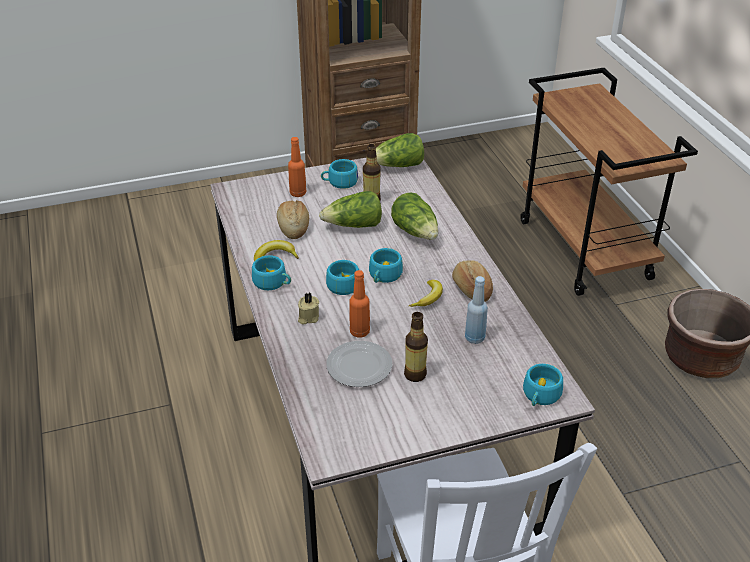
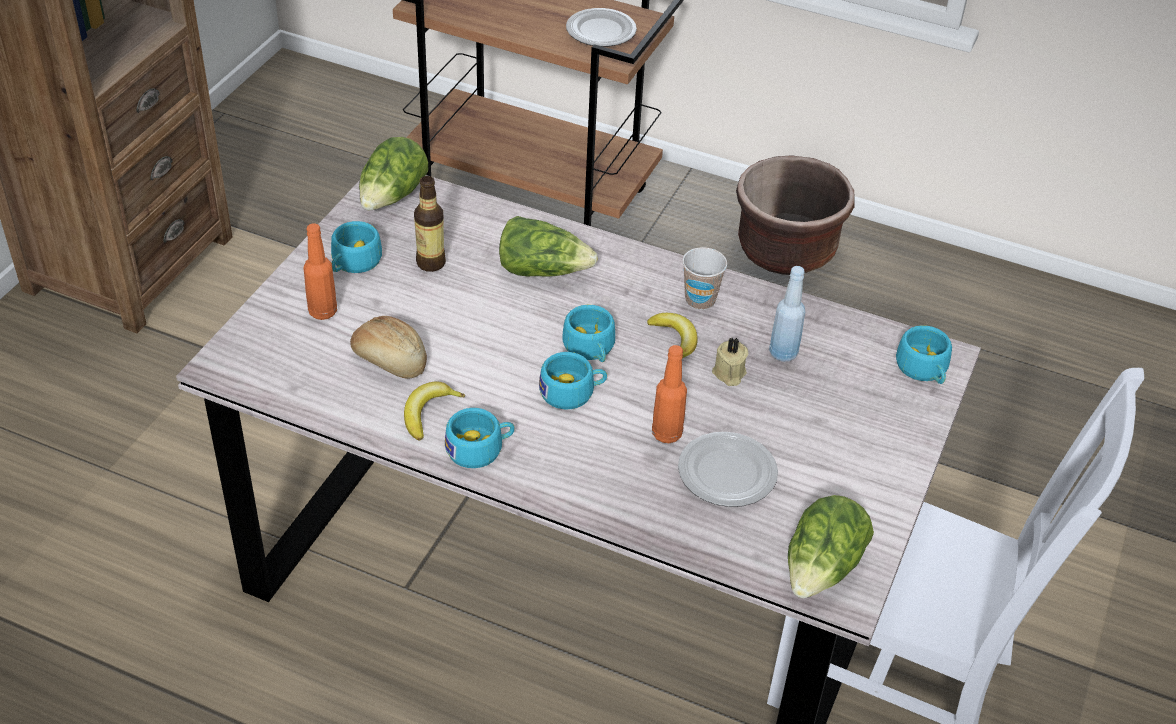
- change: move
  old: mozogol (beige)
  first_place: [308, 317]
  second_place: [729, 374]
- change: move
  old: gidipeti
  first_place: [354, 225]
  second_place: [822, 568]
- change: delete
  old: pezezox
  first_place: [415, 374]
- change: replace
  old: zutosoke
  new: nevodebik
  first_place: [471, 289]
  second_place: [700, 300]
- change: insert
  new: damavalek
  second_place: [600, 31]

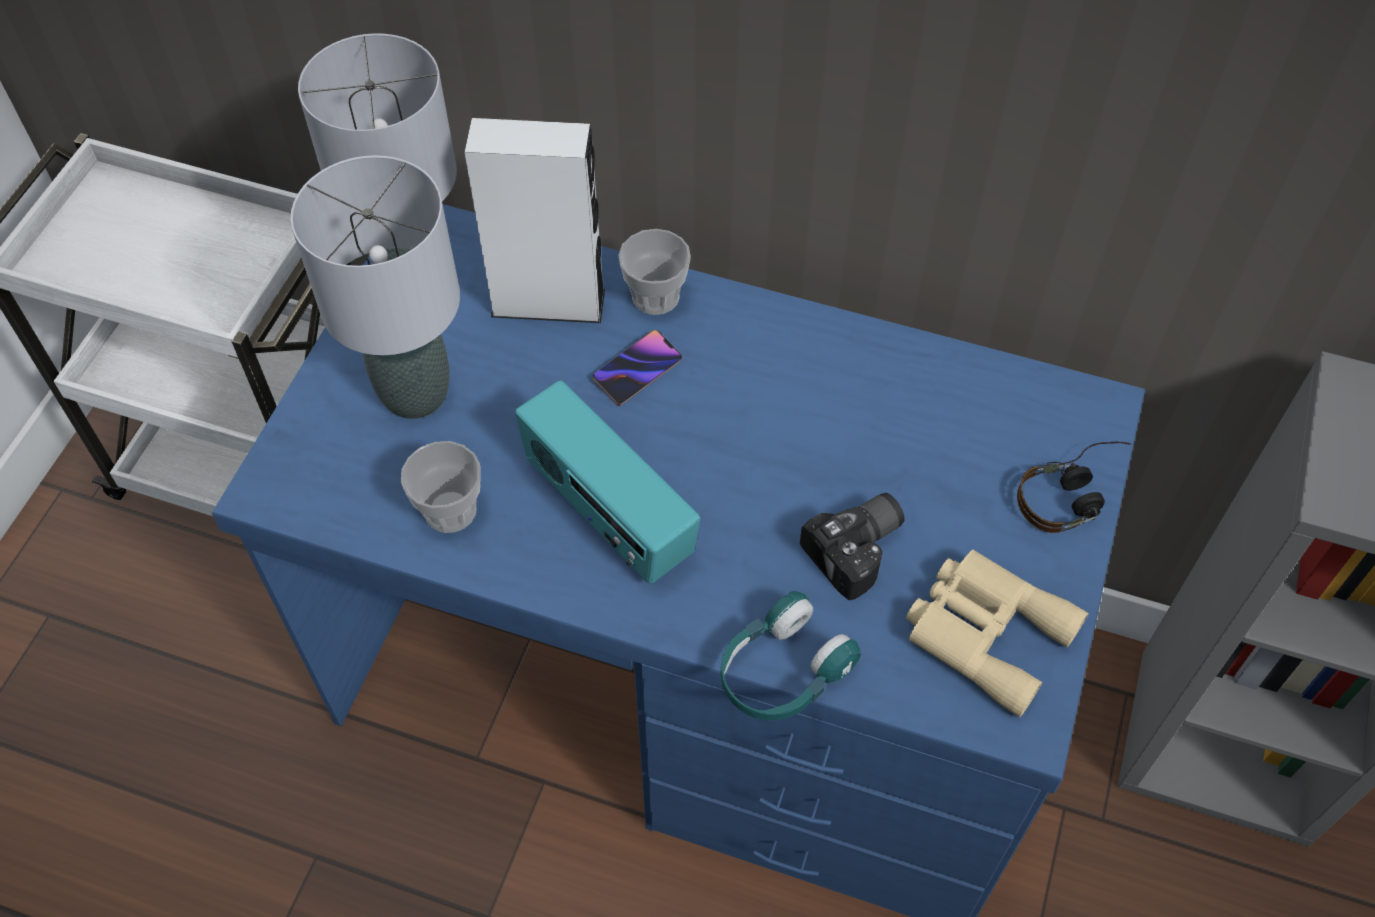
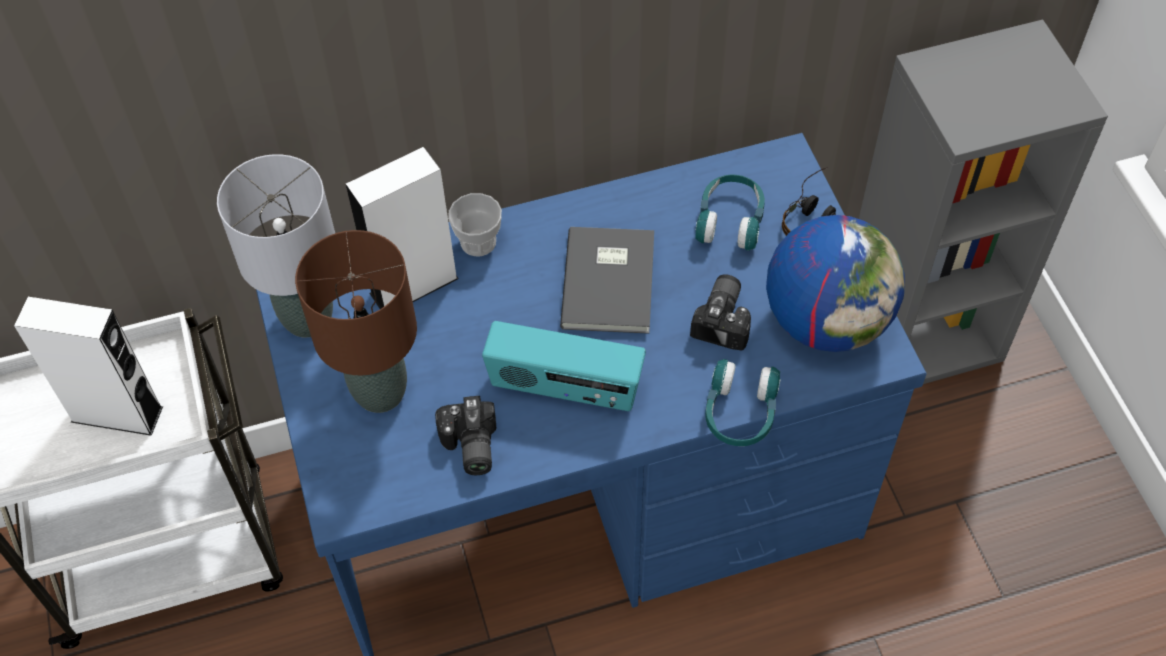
- change: recolor
  old: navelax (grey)
  new: navelax (brown)
  first_place: [416, 393]
  second_place: [381, 391]
- change: replace
  old: nevodebik
  new: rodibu
  first_place: [450, 510]
  second_place: [468, 447]
- change: delete
  old: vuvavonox
  first_place: [637, 370]
- change: replace
  old: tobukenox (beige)
  new: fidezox
  first_place: [984, 631]
  second_place: [827, 320]
- change: insert
  new: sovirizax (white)
  second_place: [117, 414]
- change: insert
  new: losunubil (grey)
  second_place: [612, 281]
- change: insert
  new: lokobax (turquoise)
  second_place: [730, 221]

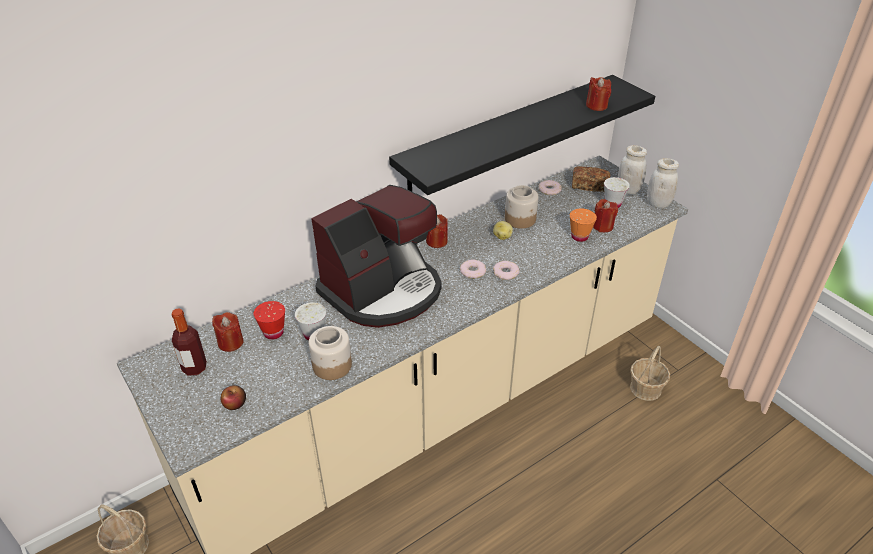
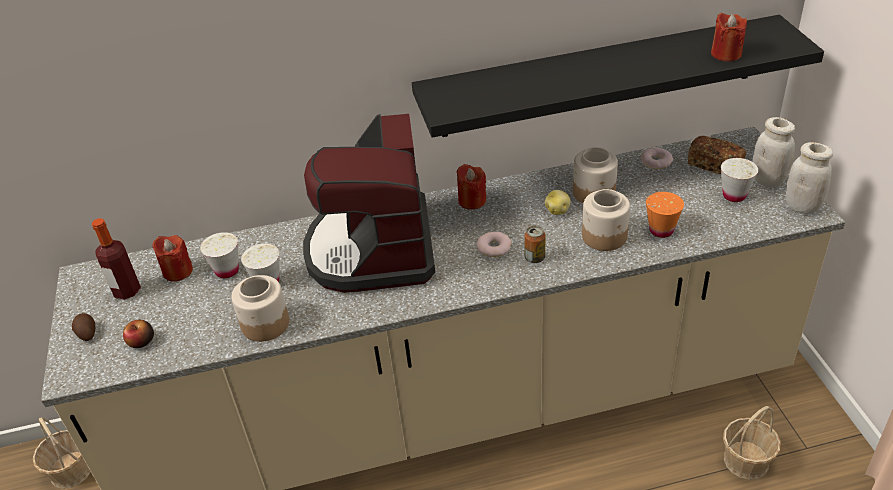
- change: recolor
  old: nevodebik (red)
  new: nevodebik (white)
  first_place: [273, 333]
  second_place: [227, 271]
- change: rotate
  old: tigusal
  first_place: [383, 291]
  second_place: [373, 249]
  degrees: 105
- change: replace
  old: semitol
  new: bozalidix
  first_place: [506, 273]
  second_place: [534, 258]
- change: delete
  old: mozogol (red)
  first_place: [602, 226]
- change: insert
  new: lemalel
  second_place: [87, 333]
- change: insert
  new: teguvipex
  second_place: [605, 236]

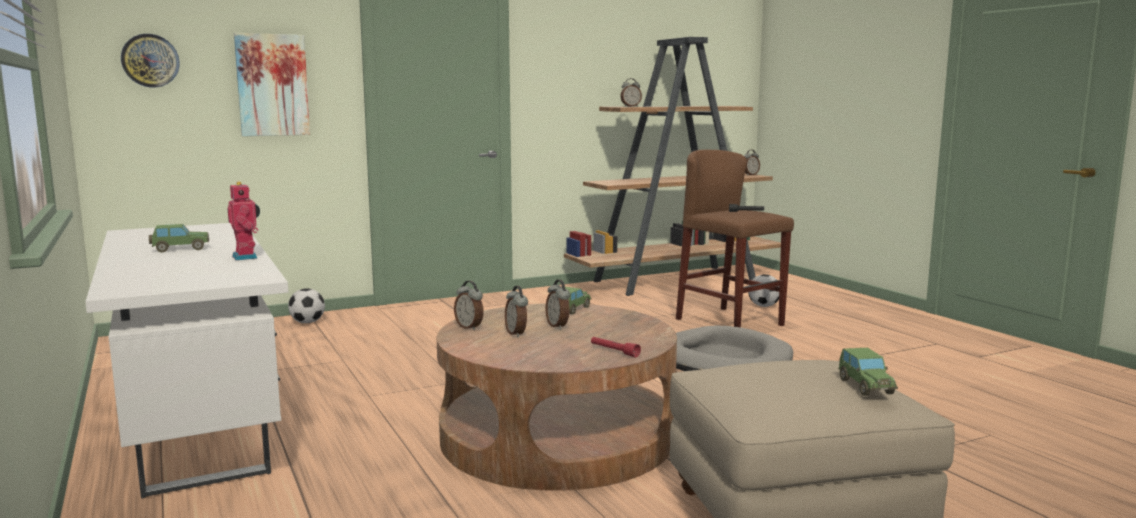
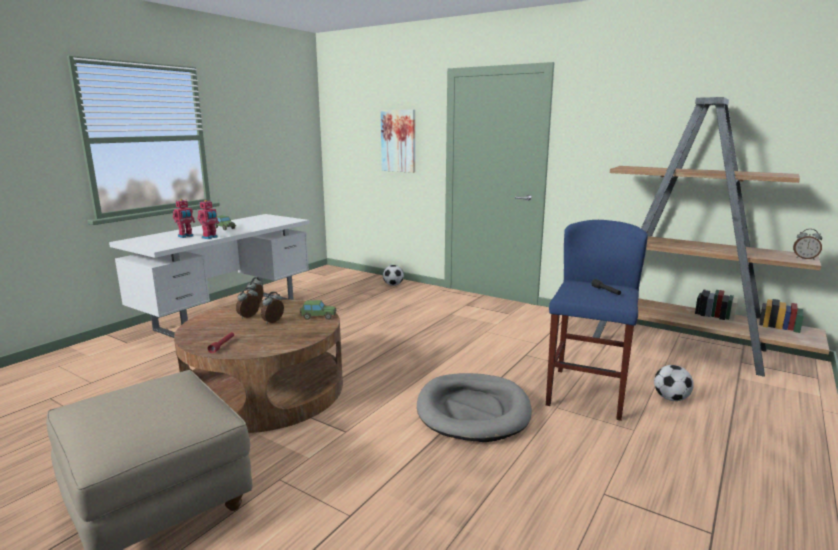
- change: delete
  old: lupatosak
  first_place: [150, 60]
- change: delete
  old: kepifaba
  first_place: [630, 106]
- change: recolor
  old: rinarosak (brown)
  new: rinarosak (blue)
  first_place: [729, 322]
  second_place: [587, 393]
- change: delete
  old: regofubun
  first_place: [865, 386]
- change: insert
  new: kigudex
  second_place: [186, 236]

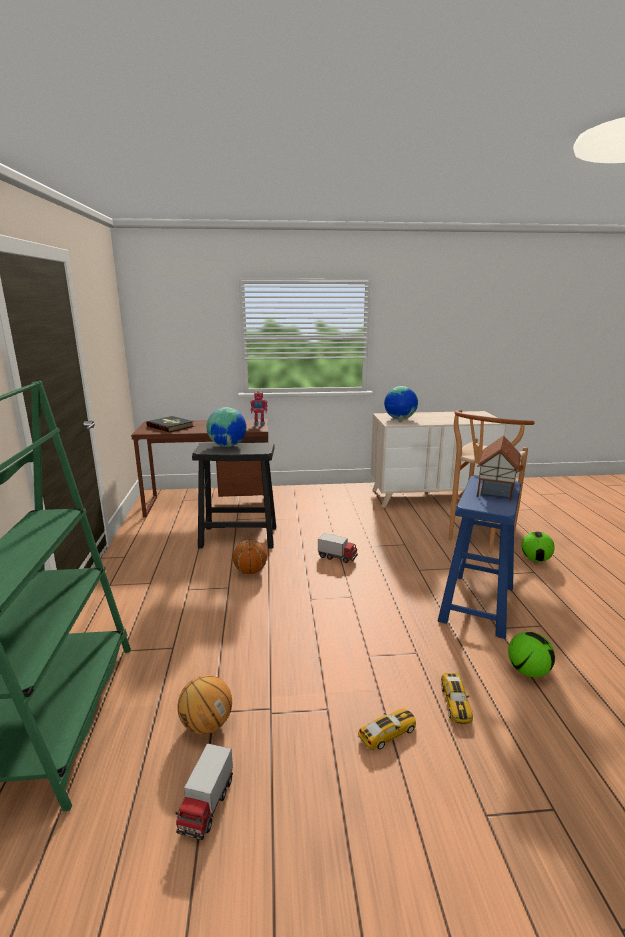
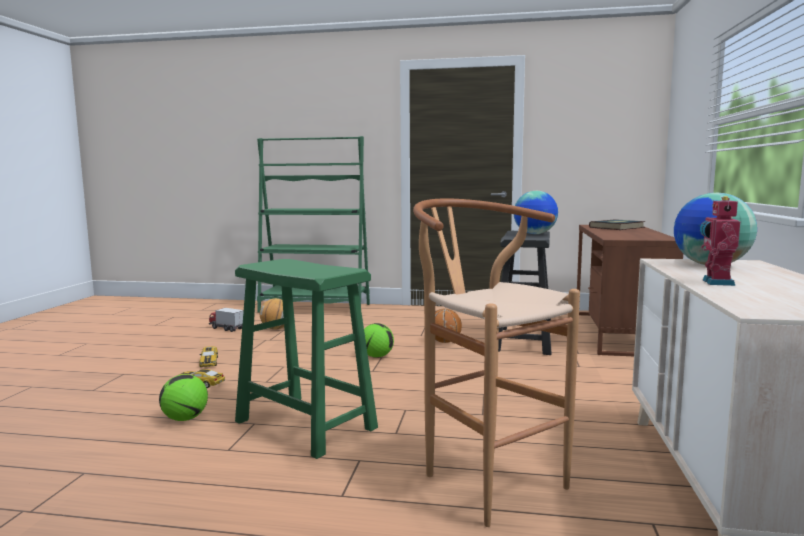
- change: move
  old: kigudex
  first_place: [259, 424]
  second_place: [715, 282]
- change: delete
  old: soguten
  first_place: [337, 557]
- change: recolor
  old: rinarosak (blue)
  new: rinarosak (green)
  first_place: [477, 604]
  second_place: [305, 424]
- change: delete
  old: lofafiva
  first_place: [494, 490]
- change: move
  old: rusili
  first_place: [535, 559]
  second_place: [377, 356]

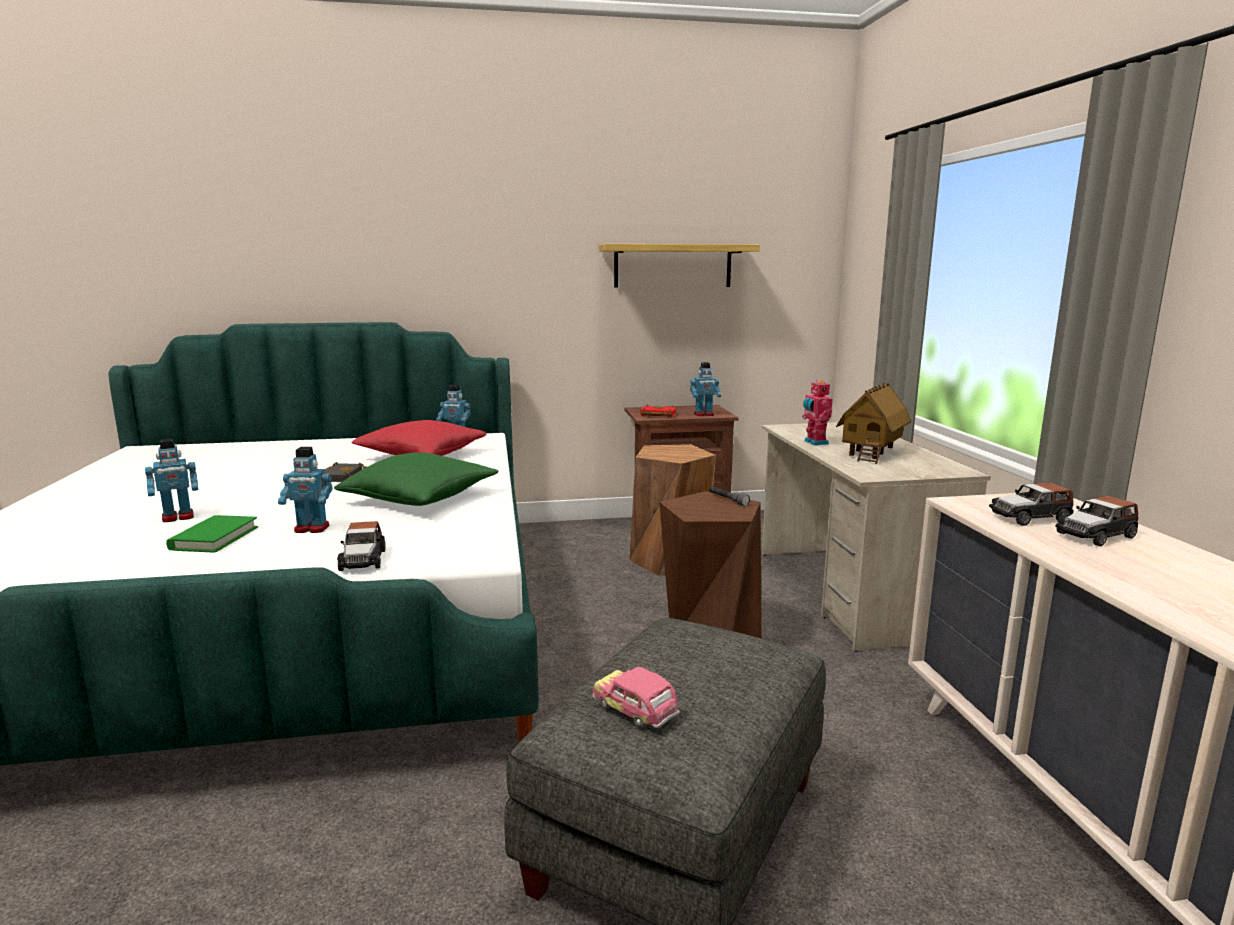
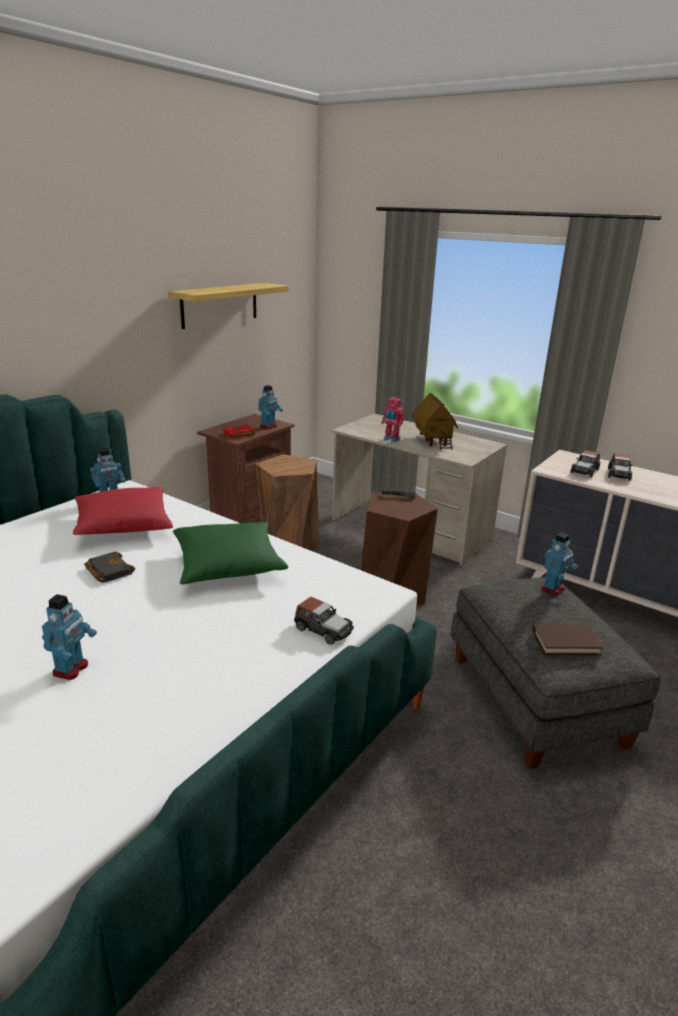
- change: delete
  old: losunubil (green)
  first_place: [214, 538]
- change: move
  old: kigudex
  first_place: [311, 529]
  second_place: [553, 589]
- change: replace
  old: regofubun
  new: losunubil (brown)
  first_place: [635, 711]
  second_place: [566, 642]

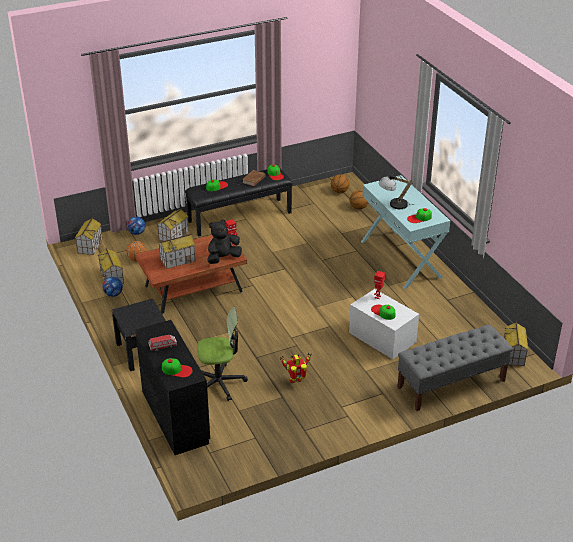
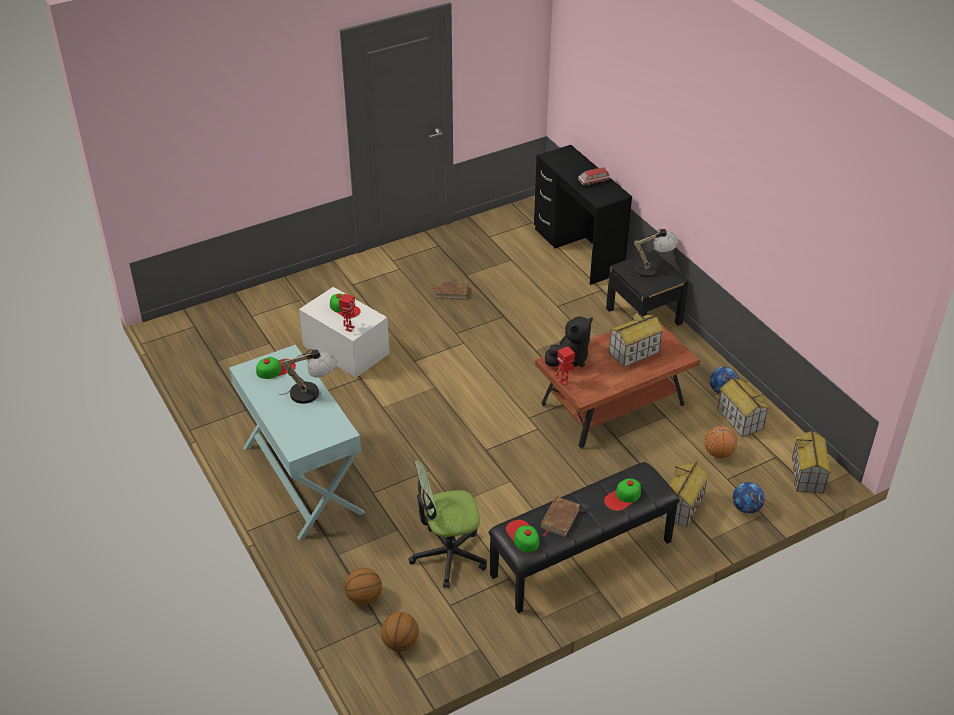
- change: delete
  old: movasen
  first_place: [177, 370]
- change: move
  old: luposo
  first_place: [220, 383]
  second_place: [448, 556]
- change: replace
  old: kigudex
  new: losunubil (brown)
  first_place: [296, 381]
  second_place: [452, 292]
- change: delete
  old: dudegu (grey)
  first_place: [451, 384]
- change: delete
  old: lofafiva
  first_place: [513, 354]
- change: insert
  new: navelax
  second_place: [653, 269]

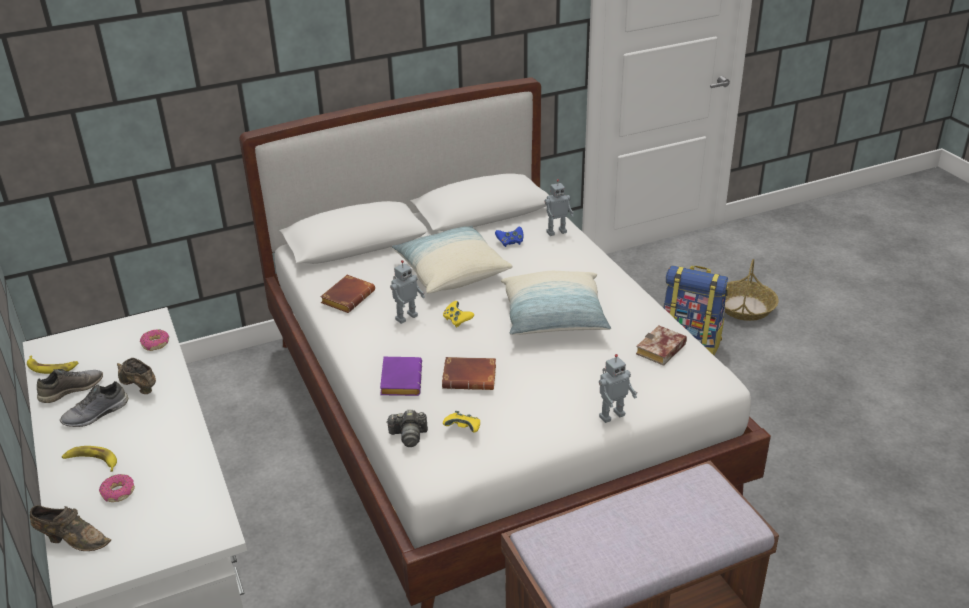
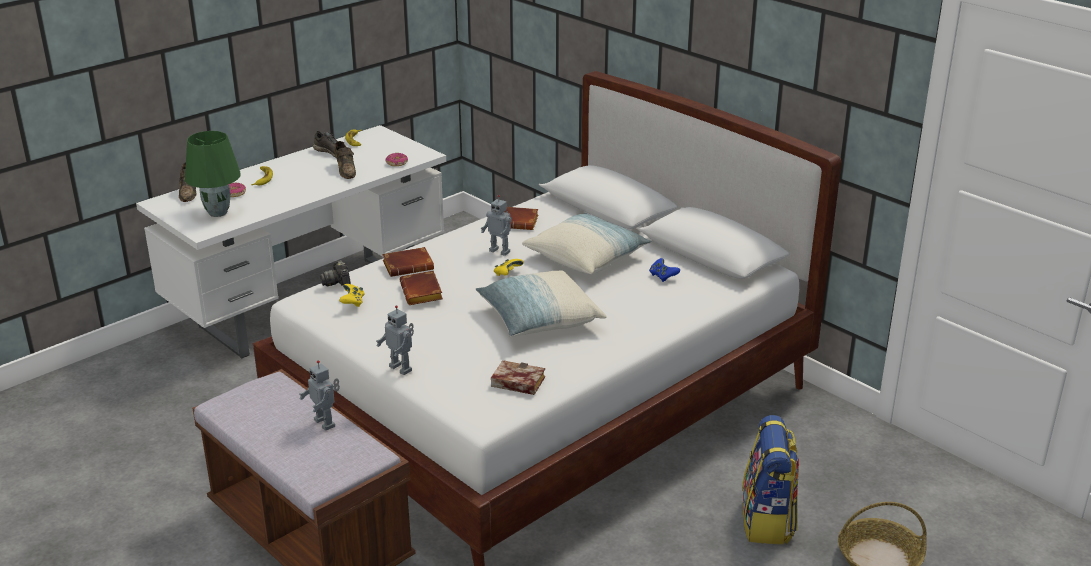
- change: delete
  old: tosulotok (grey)
  first_place: [96, 414]
- change: rotate
  old: tosulotok (brown)
  first_place: [138, 386]
  second_place: [345, 171]
  degrees: 135
- change: recolor
  old: losunubil (purple)
  new: losunubil (brown)
  first_place: [399, 380]
  second_place: [409, 266]
- change: move
  old: kigudex
  first_place: [556, 232]
  second_place: [326, 423]
- change: insert
  new: navelax (green)
  second_place: [218, 213]

